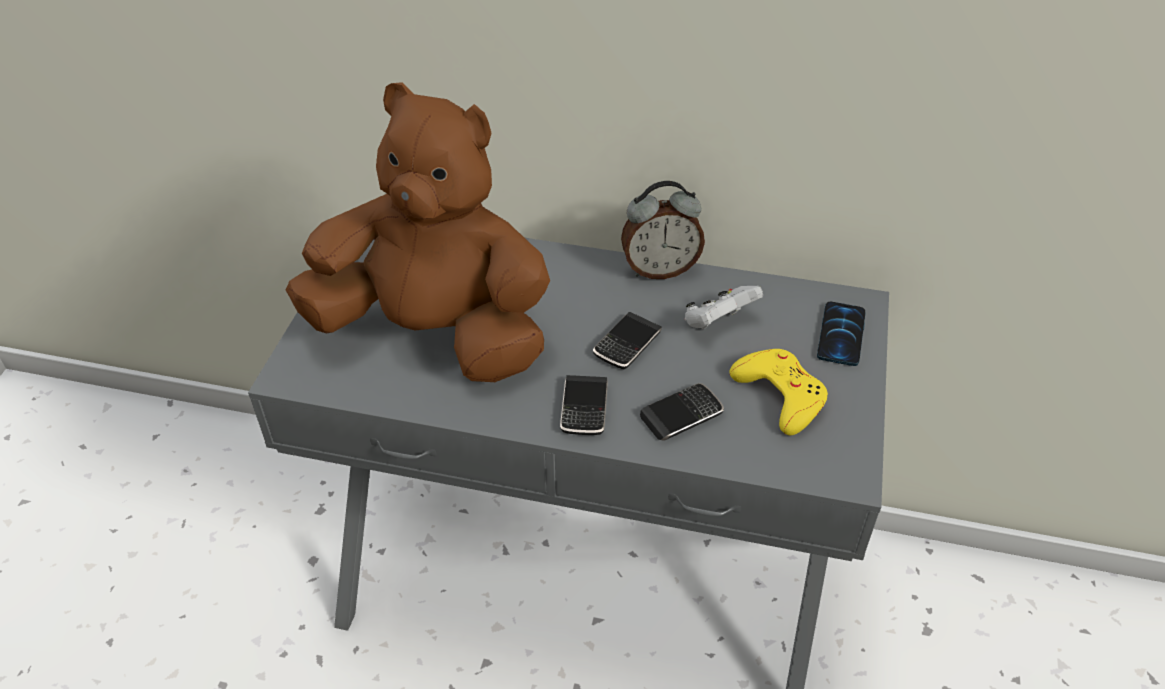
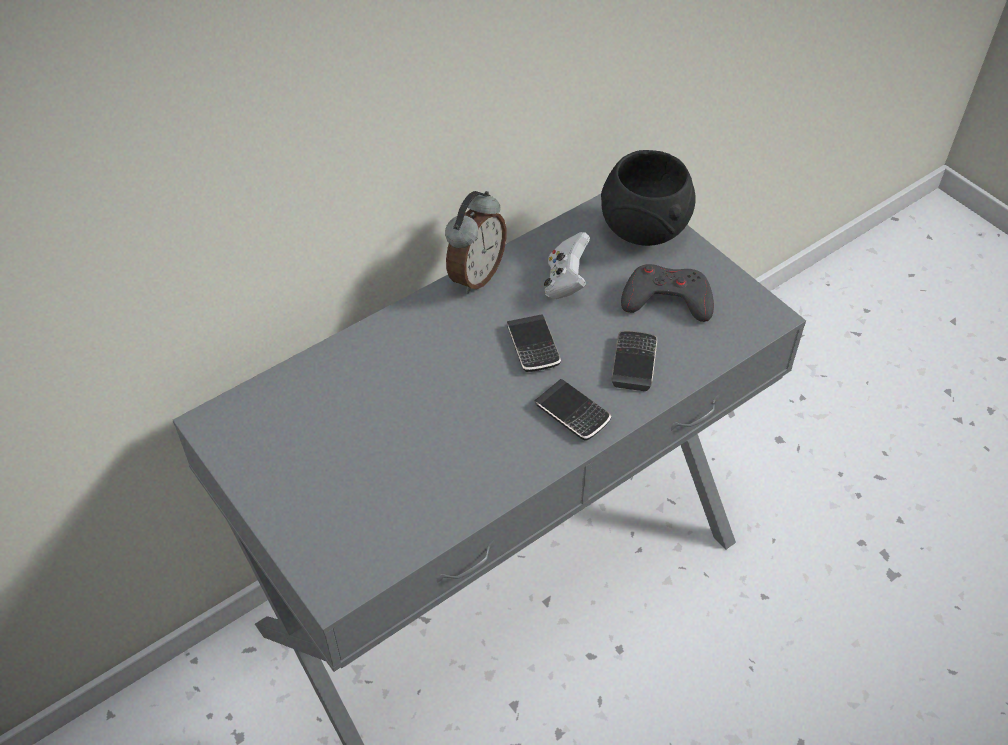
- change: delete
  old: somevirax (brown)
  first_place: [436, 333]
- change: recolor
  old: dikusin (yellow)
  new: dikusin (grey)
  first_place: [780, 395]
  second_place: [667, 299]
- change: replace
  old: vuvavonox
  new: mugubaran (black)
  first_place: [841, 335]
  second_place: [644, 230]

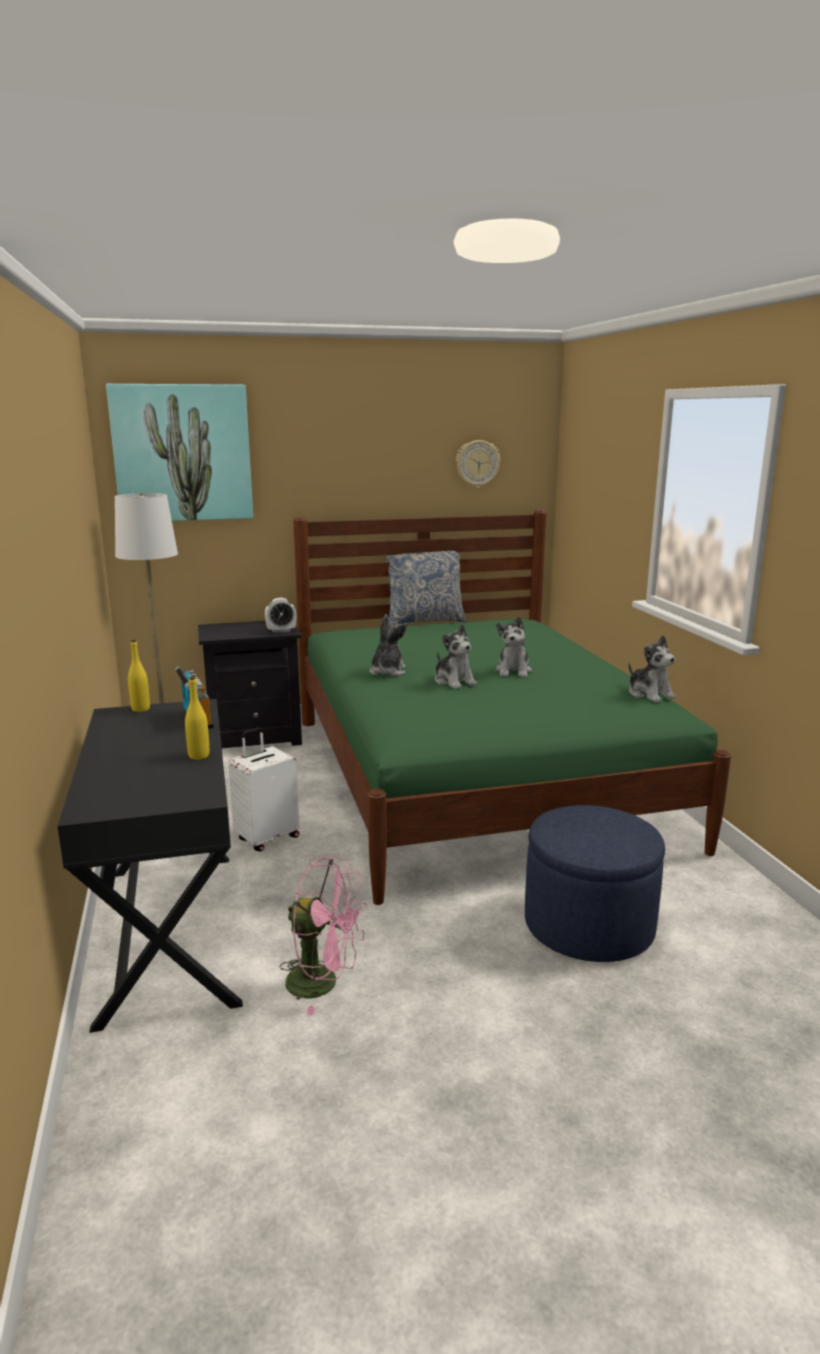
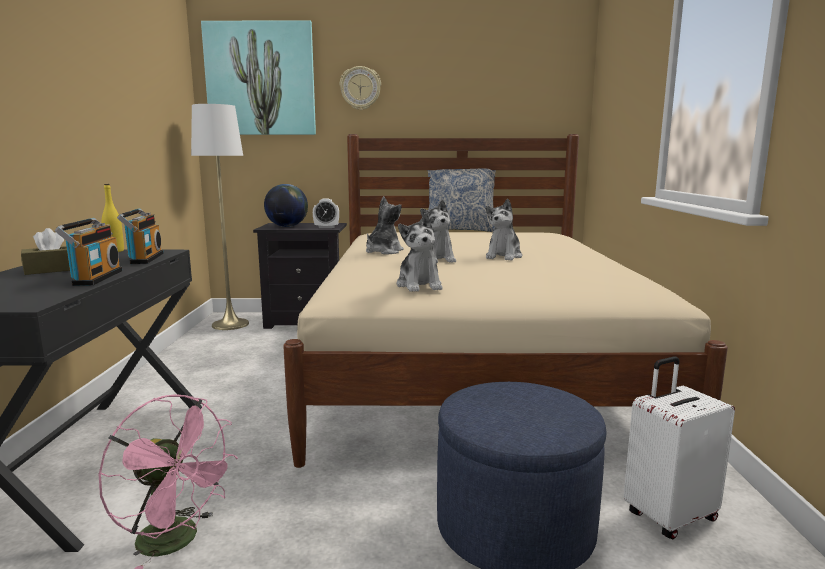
- change: replace
  old: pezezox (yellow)
  new: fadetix
  first_place: [199, 756]
  second_place: [94, 278]
- change: move
  old: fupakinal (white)
  first_place: [267, 838]
  second_place: [668, 516]
- change: recolor
  old: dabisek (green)
  new: dabisek (beige)
  first_place: [474, 778]
  second_place: [472, 367]
- change: move
  old: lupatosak
  first_place: [477, 464]
  second_place: [360, 88]
- change: move
  old: somevirax
  first_place: [650, 694]
  second_place: [419, 285]
- change: insert
  new: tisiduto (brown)
  second_place: [53, 270]
- change: insert
  new: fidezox
  second_place: [287, 226]

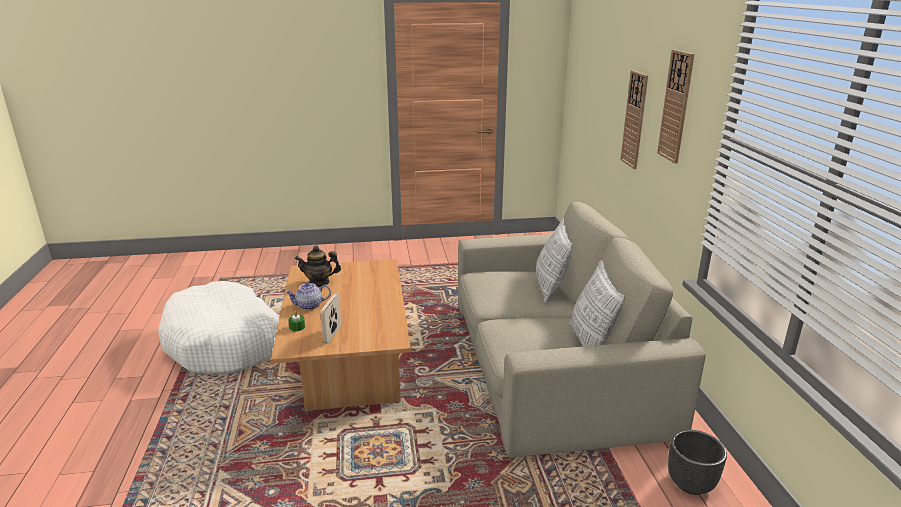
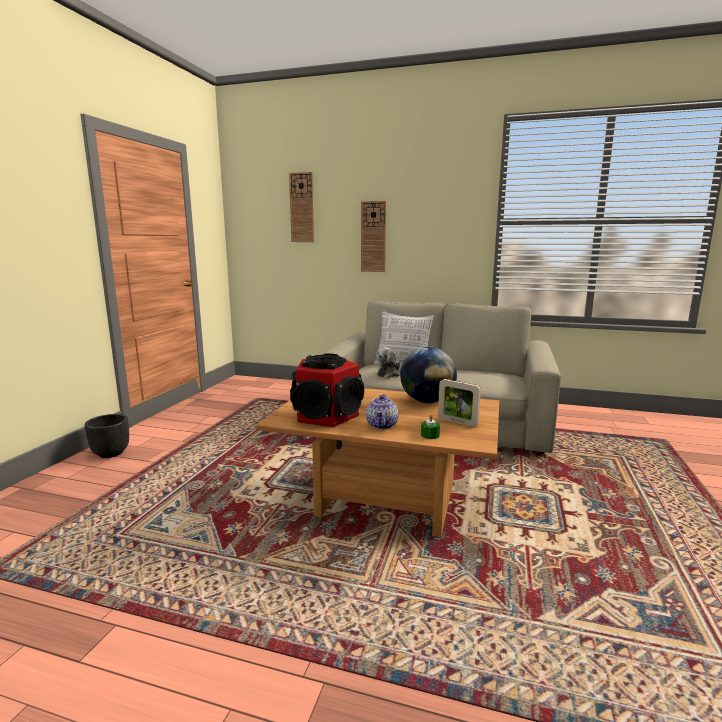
- change: delete
  old: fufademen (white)
  first_place: [225, 343]
- change: replace
  old: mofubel
  new: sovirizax
  first_place: [319, 282]
  second_place: [327, 415]
- change: delete
  old: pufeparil
  first_place: [591, 343]
- change: move
  old: lupatosak
  first_place: [676, 106]
  second_place: [302, 208]
- change: move
  old: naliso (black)
  first_place: [691, 484]
  second_place: [111, 453]
- change: insert
  new: somevirax
  second_place: [390, 373]
- change: insert
  new: fidezox
  second_place: [427, 401]

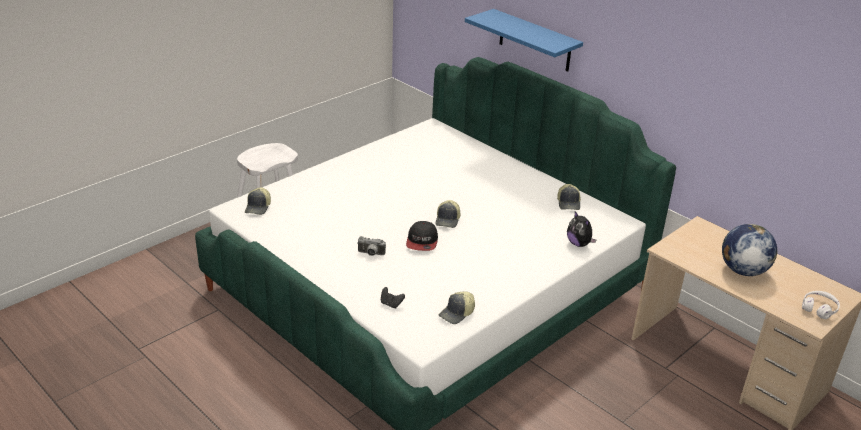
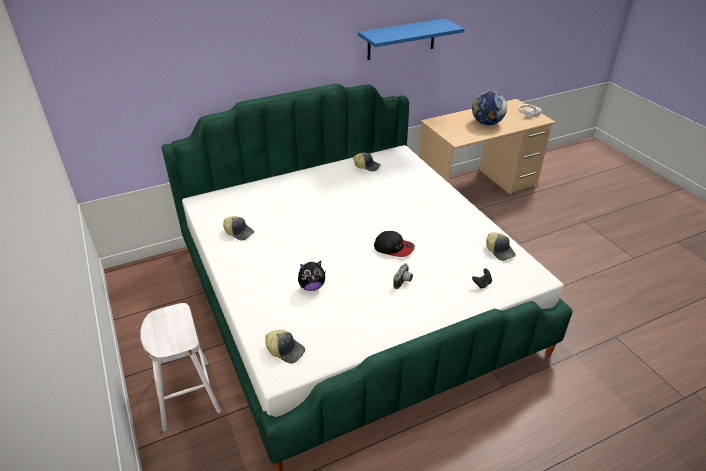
- change: move
  old: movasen
  first_place: [448, 220]
  second_place: [239, 232]
- change: move
  old: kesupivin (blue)
  first_place: [535, 41]
  second_place: [401, 39]
- change: move
  old: somevirax
  first_place: [579, 244]
  second_place: [312, 286]

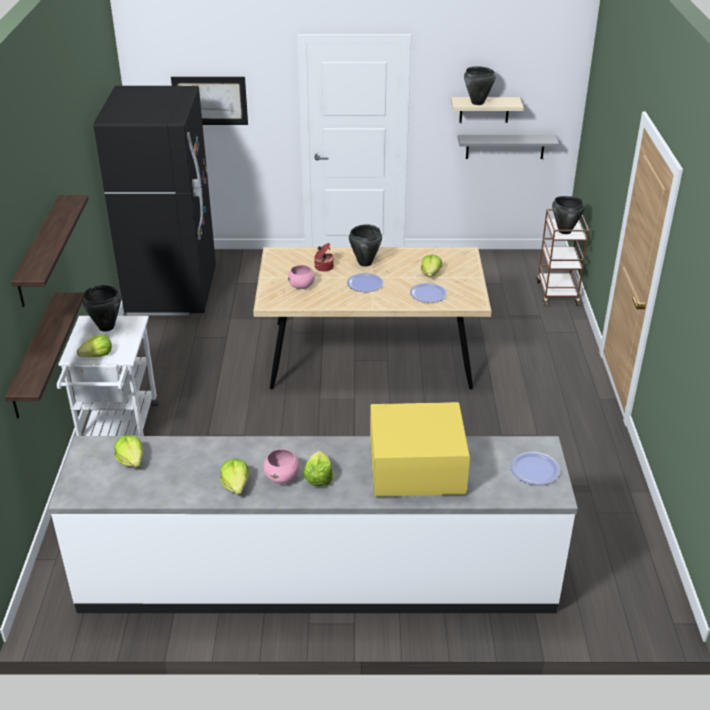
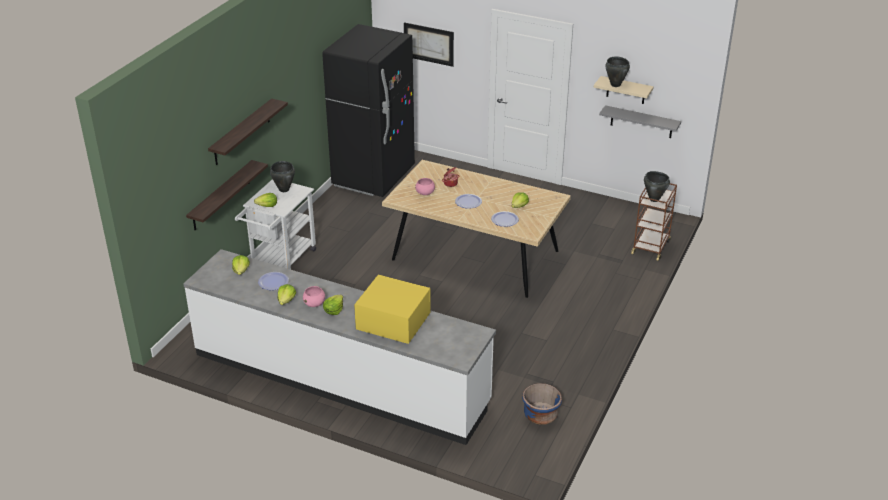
- change: delete
  old: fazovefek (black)
  first_place: [364, 263]
- change: move
  old: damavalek
  first_place: [535, 469]
  second_place: [273, 282]
- change: insert
  new: naliso (blue)
  second_place: [540, 415]

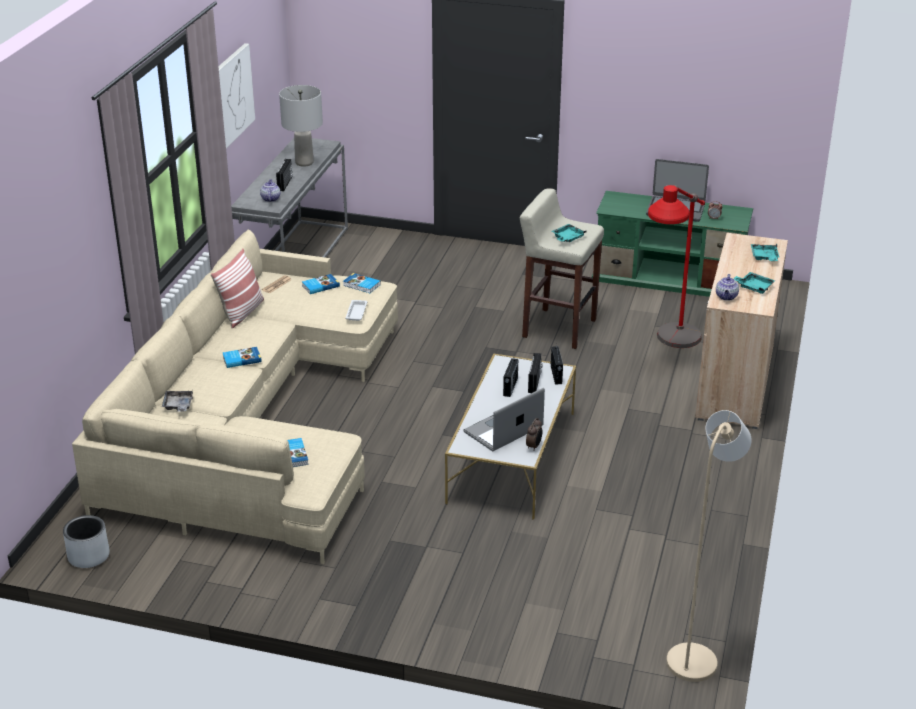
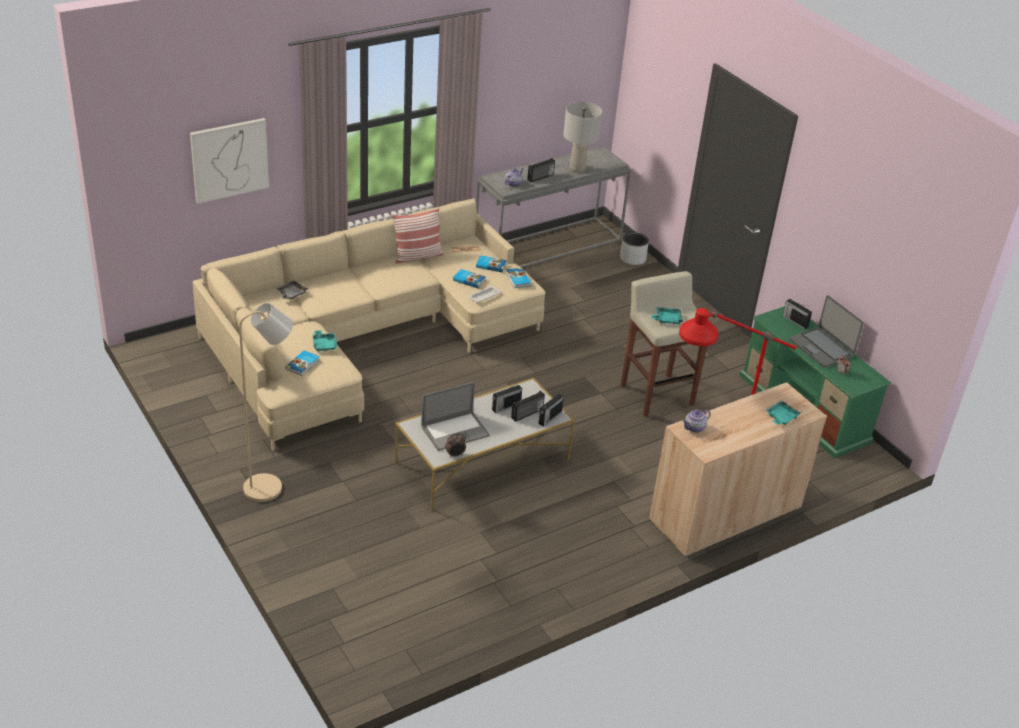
- change: move
  old: naliso (grey)
  first_place: [88, 556]
  second_place: [632, 259]
- change: move
  old: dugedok
  first_place: [231, 96]
  second_place: [229, 159]
- change: move
  old: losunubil
  first_place: [241, 359]
  second_place: [469, 280]
- change: rotate
  old: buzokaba
  first_place: [503, 429]
  second_place: [455, 431]
  degrees: 150
- change: move
  old: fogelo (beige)
  first_place: [695, 657]
  second_place: [270, 487]
- change: move
  old: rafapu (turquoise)
  first_place: [754, 287]
  second_place: [324, 344]
- change: insert
  new: fadetix
  second_place: [794, 321]

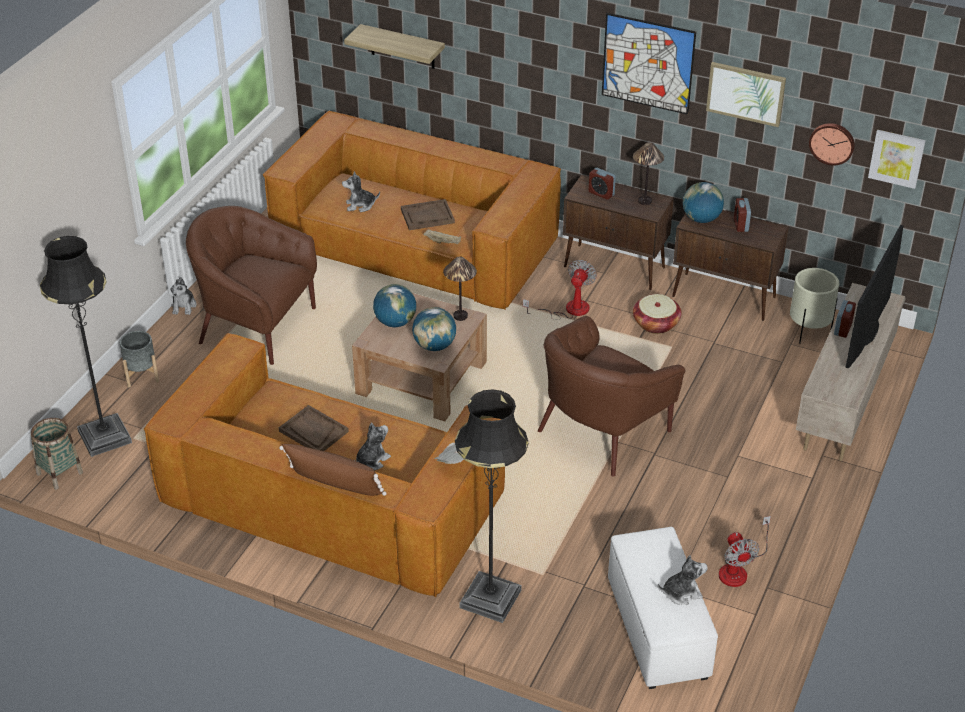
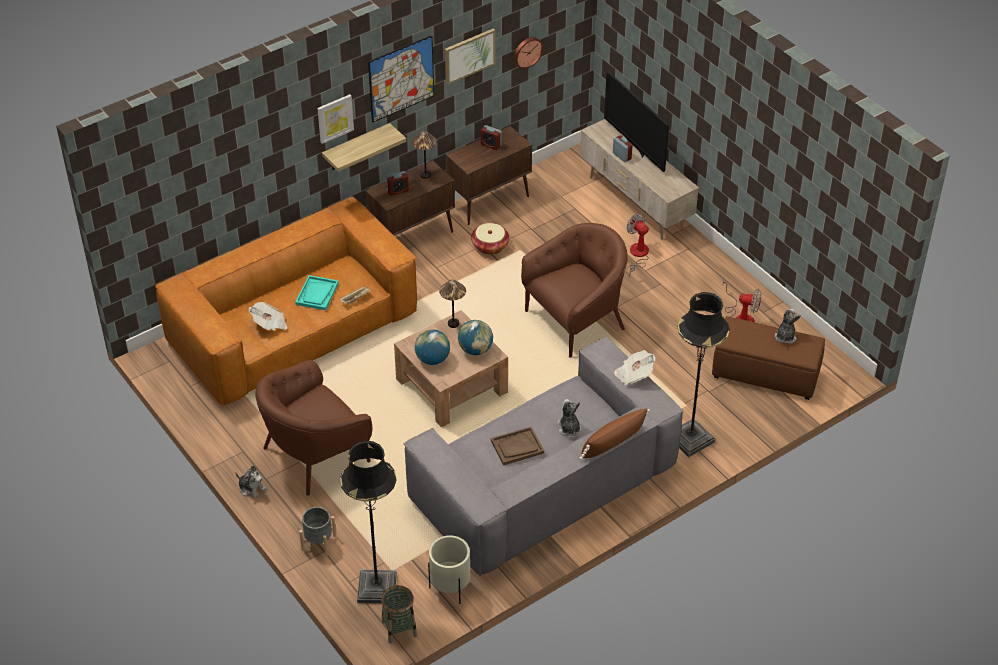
- change: recolor
  old: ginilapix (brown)
  new: ginilapix (grey)
  first_place: [331, 500]
  second_place: [543, 482]
- change: replace
  old: somevirax
  new: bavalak
  first_place: [360, 205]
  second_place: [269, 324]
- change: move
  old: kesupivin
  first_place: [402, 47]
  second_place: [356, 148]
- change: recolor
  old: rafapu (brown)
  new: rafapu (turquoise)
  first_place: [427, 216]
  second_place: [317, 294]
- change: move
  old: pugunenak
  first_place: [568, 310]
  second_place: [637, 255]
- change: rotate
  old: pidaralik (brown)
  first_place: [602, 431]
  second_place: [576, 320]
  degrees: -105
- change: recolor
  old: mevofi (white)
  new: mevofi (brown)
  first_place: [657, 628]
  second_place: [764, 374]
- change: delete
  old: fidezox
  first_place: [701, 219]
- change: move
  old: naliso (beige)
  first_place: [808, 331]
  second_place: [450, 588]
- change: move
  old: dugedok
  first_place: [896, 158]
  second_place: [335, 118]

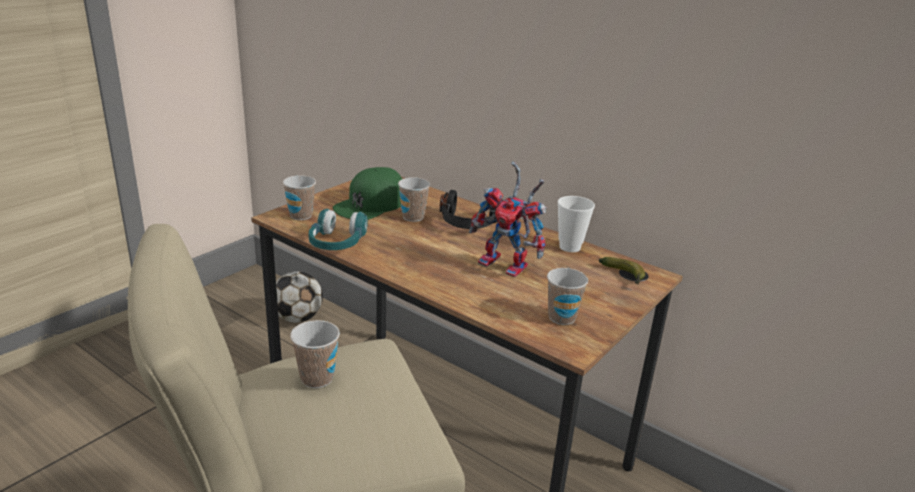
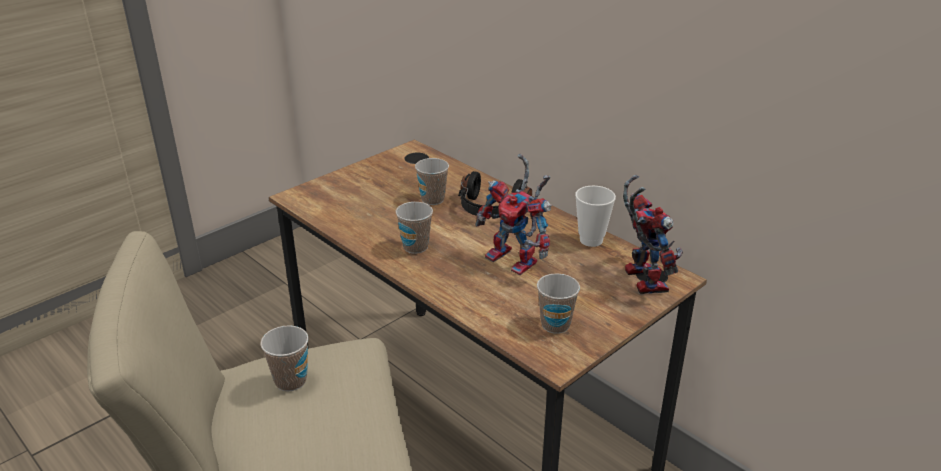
- change: delete
  old: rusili
  first_place: [297, 318]
- change: move
  old: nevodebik
  first_place: [301, 215]
  second_place: [415, 247]
- change: delete
  old: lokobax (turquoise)
  first_place: [337, 243]
- change: delete
  old: movasen (green)
  first_place: [370, 204]
- change: replace
  old: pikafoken
  new: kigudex
  first_place: [624, 276]
  second_place: [640, 278]

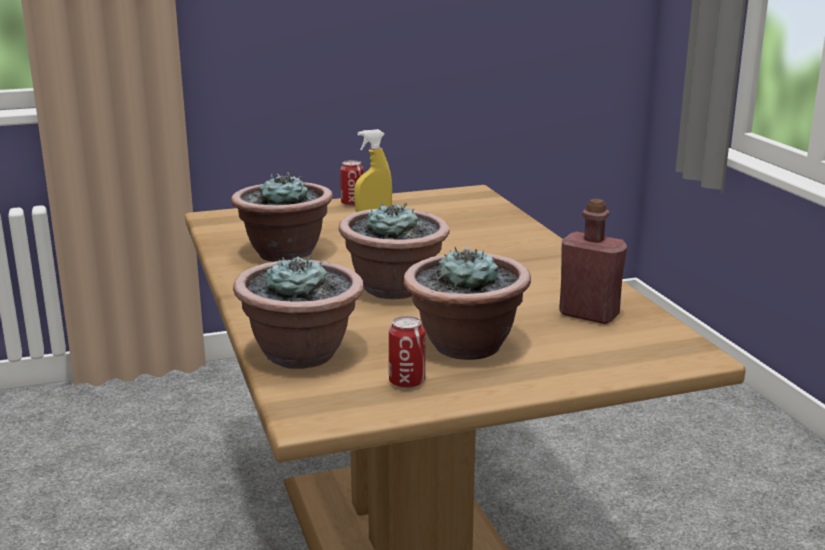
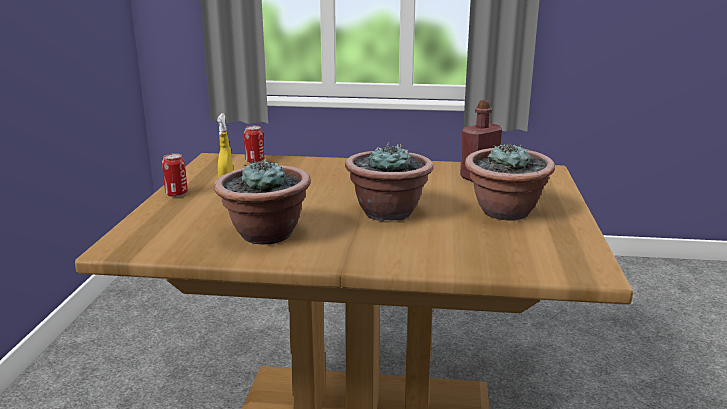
- change: delete
  old: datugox
  first_place: [302, 354]
- change: move
  old: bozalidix
  first_place: [407, 382]
  second_place: [255, 161]

